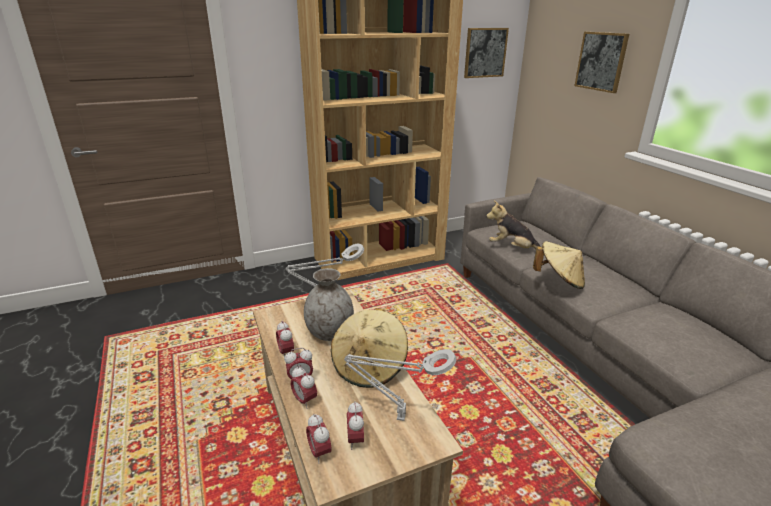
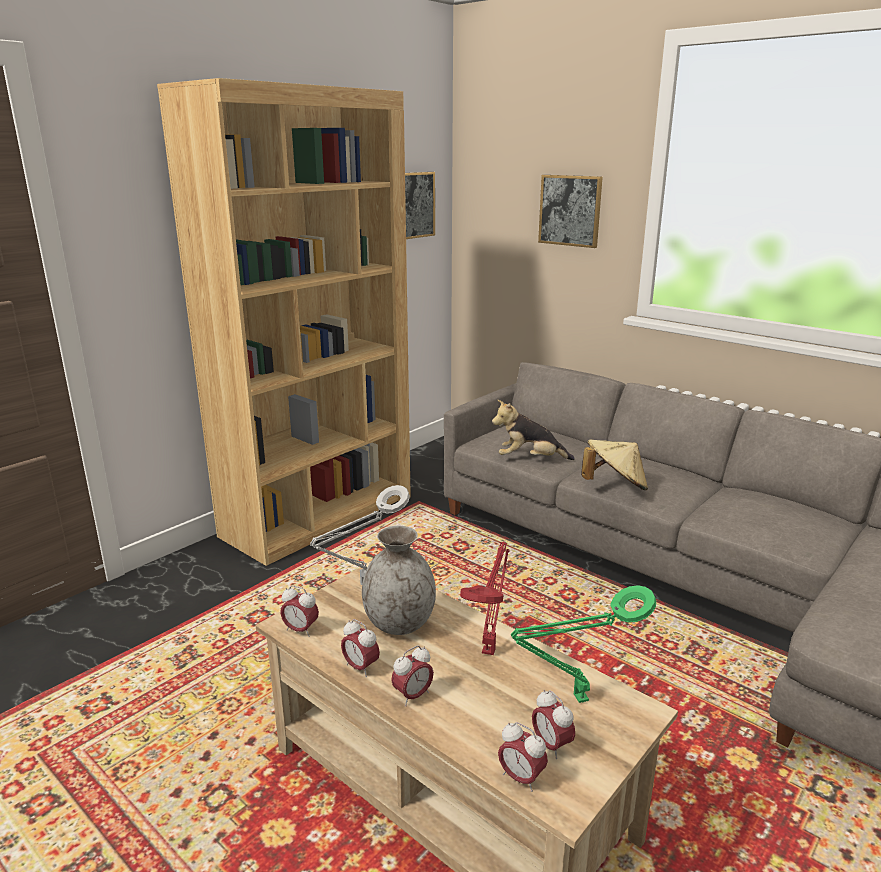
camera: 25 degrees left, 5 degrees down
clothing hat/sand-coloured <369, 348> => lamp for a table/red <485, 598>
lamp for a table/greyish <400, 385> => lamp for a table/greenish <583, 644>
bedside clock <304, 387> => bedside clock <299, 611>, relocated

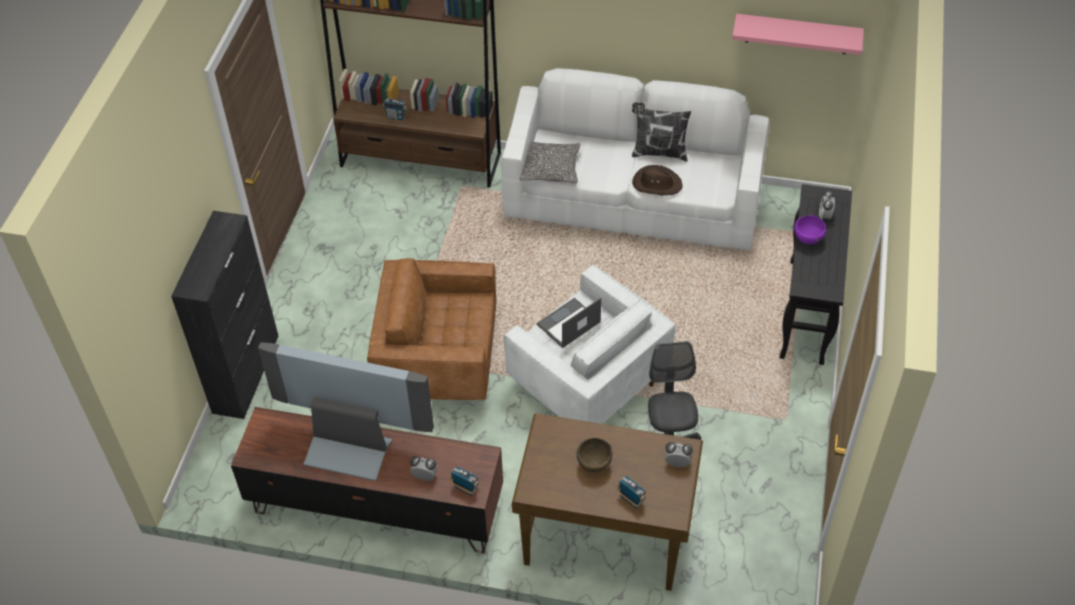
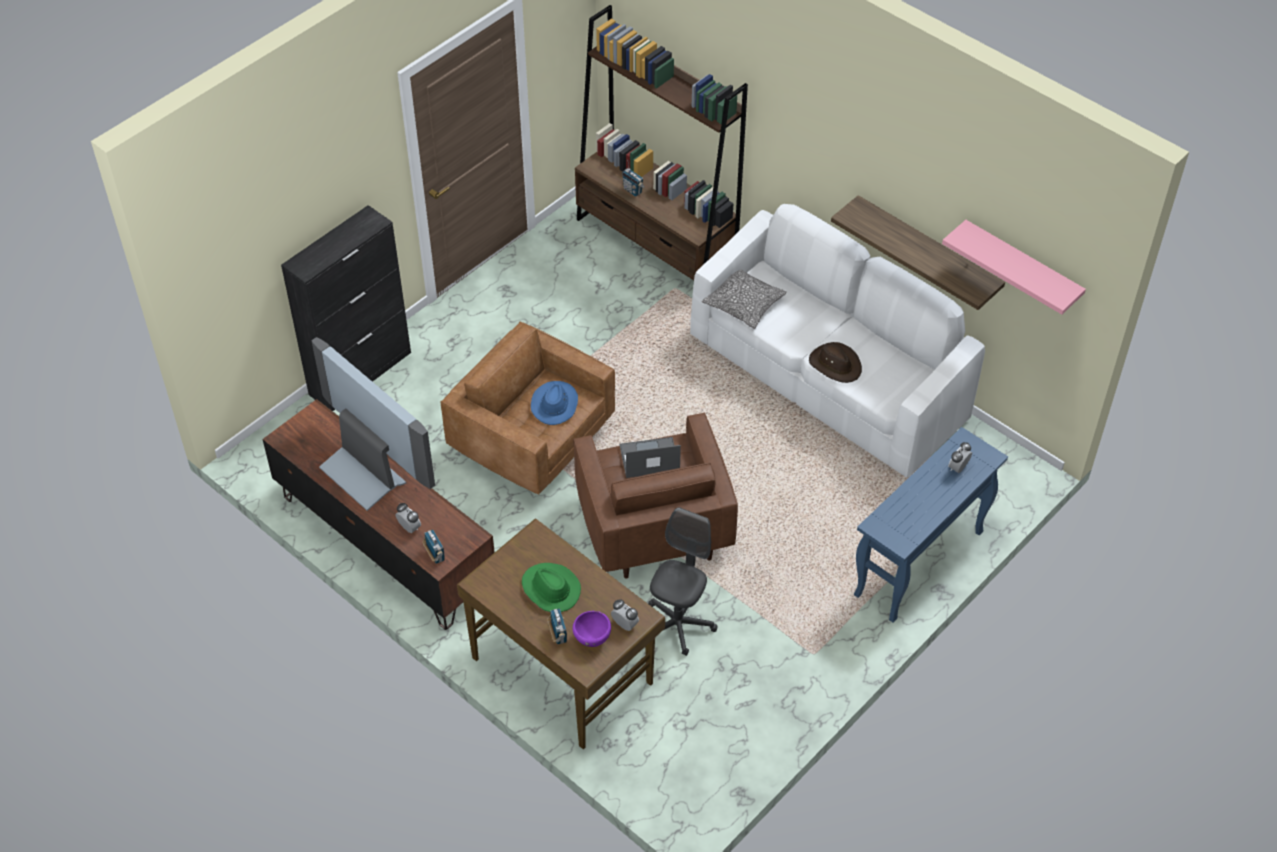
camera: 30 degrees right, 0 degrees up
pillow <661, 131> => nothing
narrow table/black <815, 274> => narrow table/blue-coloured <931, 525>
bowl/purple <810, 229> => bowl/purple <592, 629>, relocated
lounge chair/whitish <589, 344> => lounge chair/brown-coloured <655, 495>
bowl/brown-coloured <594, 455> => clothing hat/greenish <551, 587>
nothing => shelf <918, 252>
nothing => clothing hat/blue-coloured <554, 403>

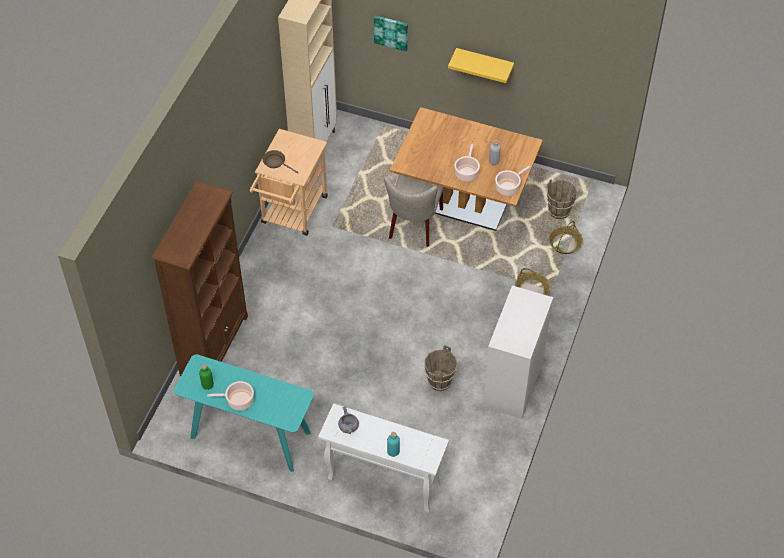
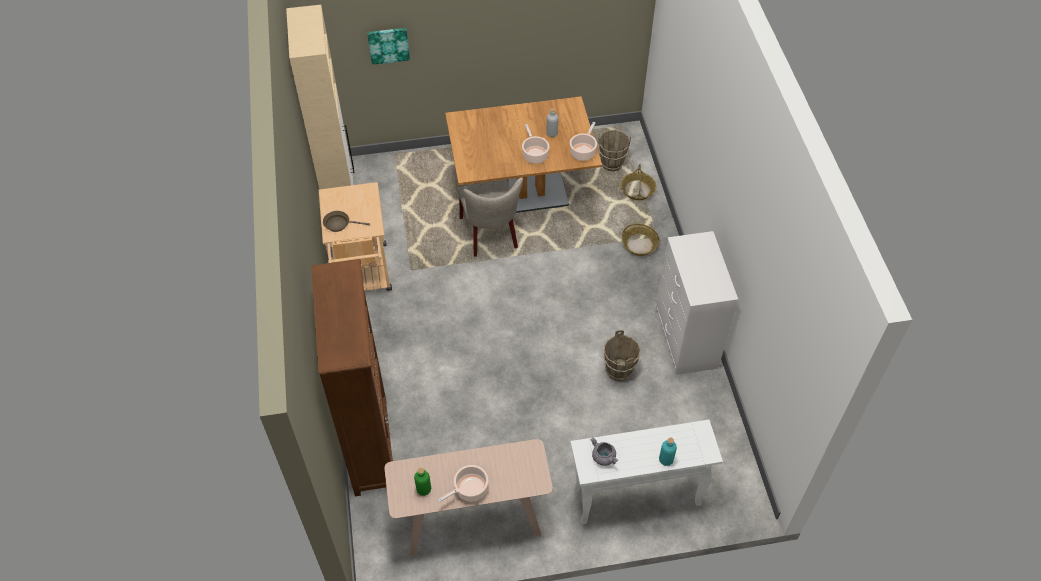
camera: 30 degrees left, 0 degrees up
shelf/yellow <481, 65> => nothing
narrow table/blue-green <244, 413> => narrow table/sand-coloured <468, 498>

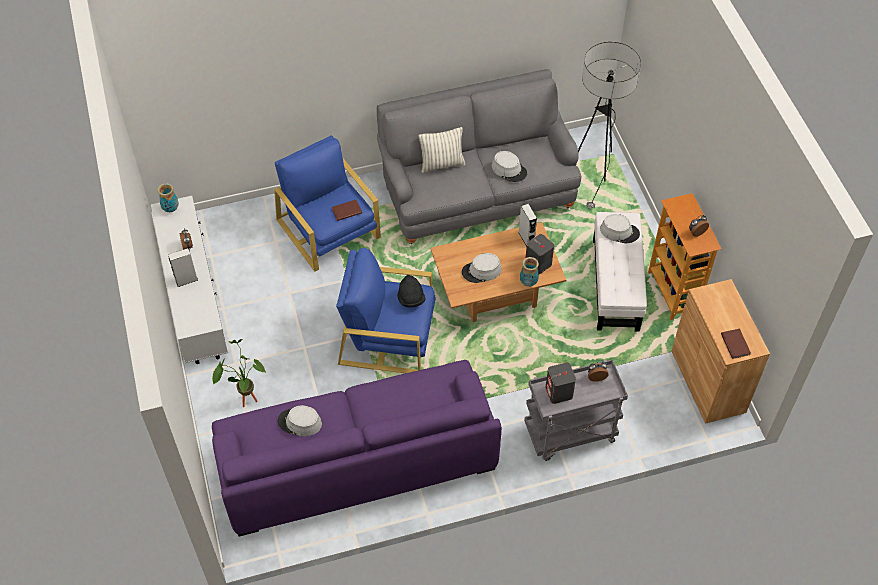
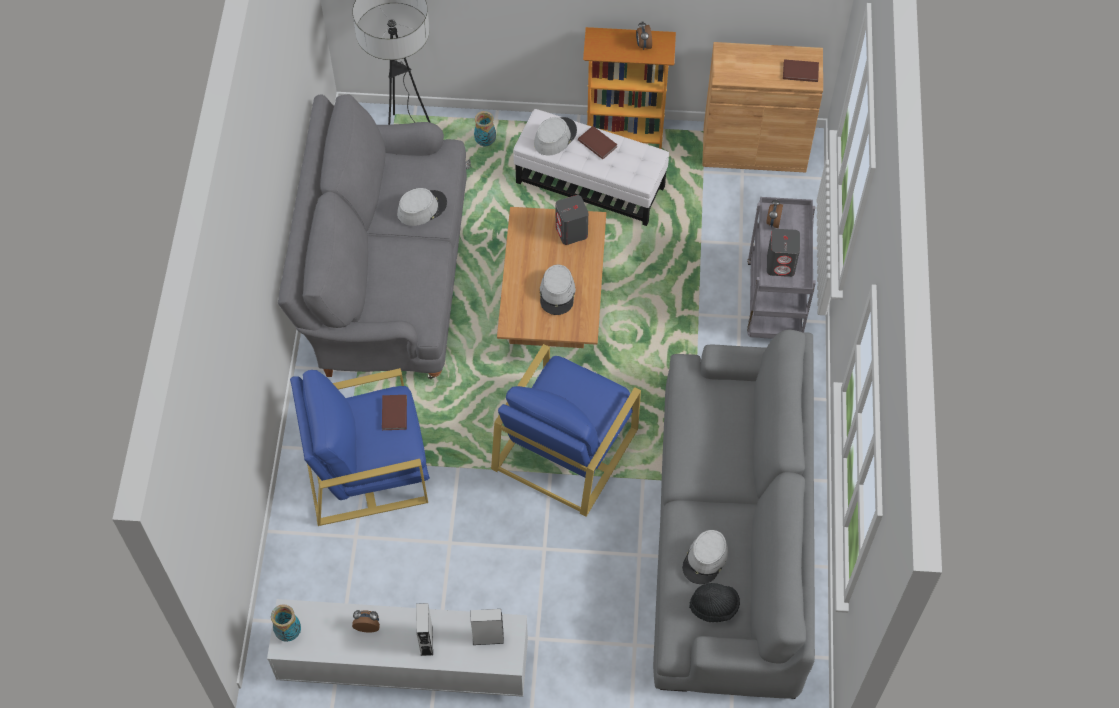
camera: 70 degrees left, 5 degrees up
pillow <442, 150> => nothing
audio speaker/greyish <527, 225> => audio speaker/greyish <487, 627>, relocated
vase <529, 272> => vase <485, 129>, relocated
clothing hat/black <411, 291> => clothing hat/black <714, 602>, relocated
houseplant <239, 373> => nothing
sofa/purple <357, 448> => sofa/greyish <734, 514>
nothing => book/brown-coloured <597, 142>

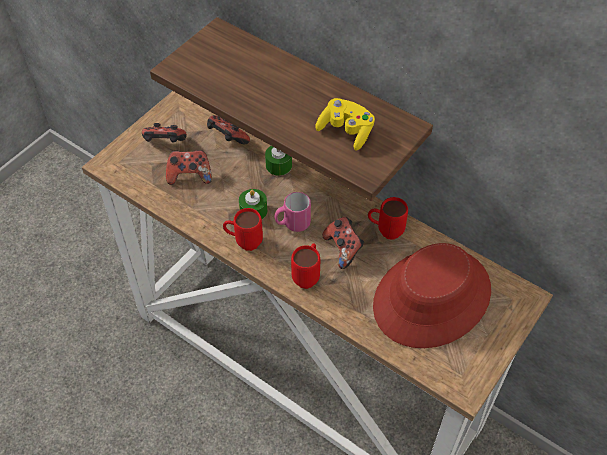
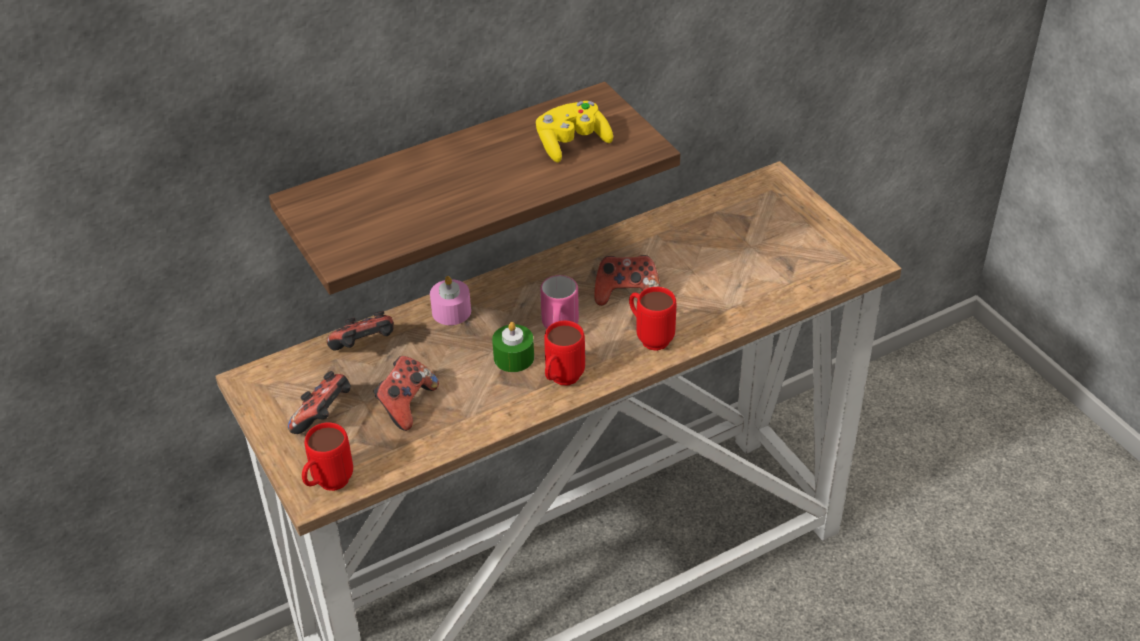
camera: 65 degrees left, 10 degrees down
wax candle/greenish <278, 161> => wax candle/pink <450, 300>
coffee mug/red <388, 218> => coffee mug/red <327, 456>, relocated
clothing hat/red <432, 295> => nothing

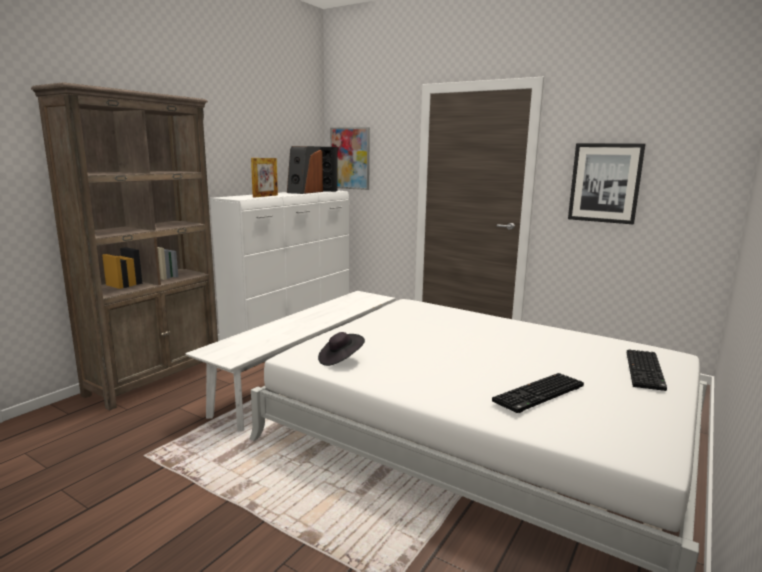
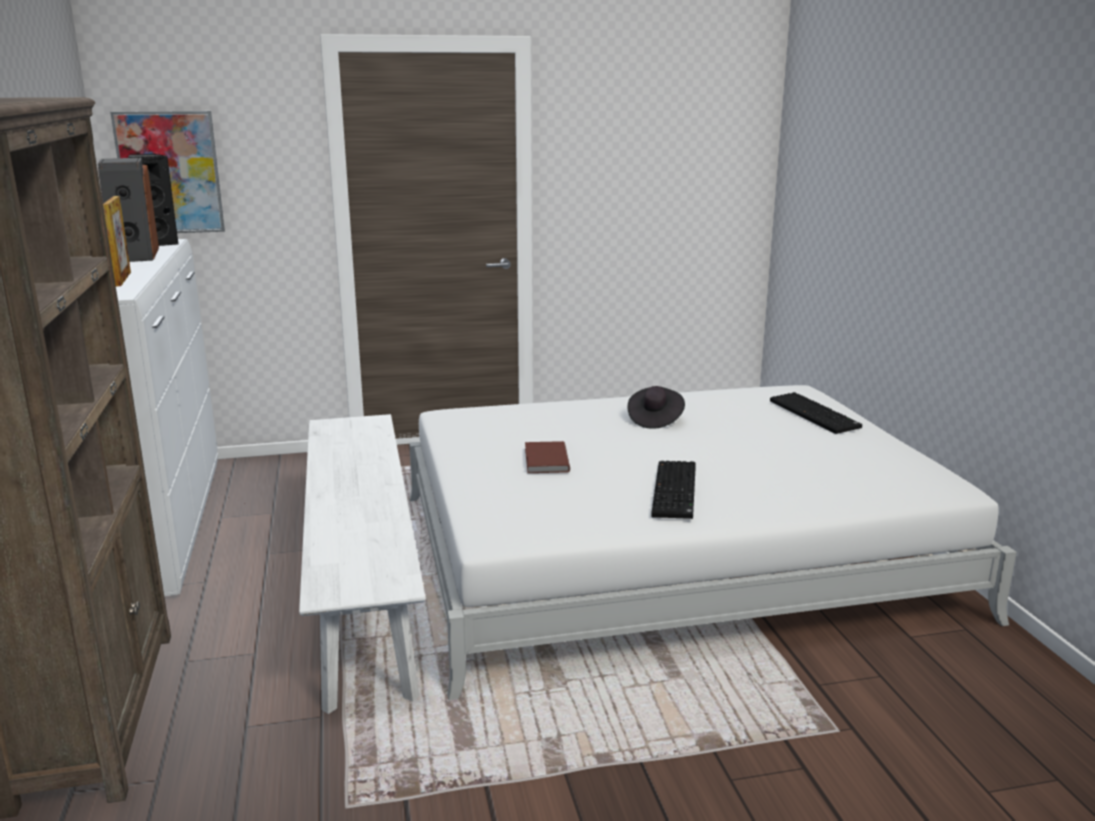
camera: 45 degrees left, 5 degrees up
picture <607, 183> => nothing
clothing hat/black <341, 349> => clothing hat/black <656, 407>, relocated
keyboard <538, 393> => keyboard <674, 490>, relocated
nothing => book/brown-coloured <547, 457>

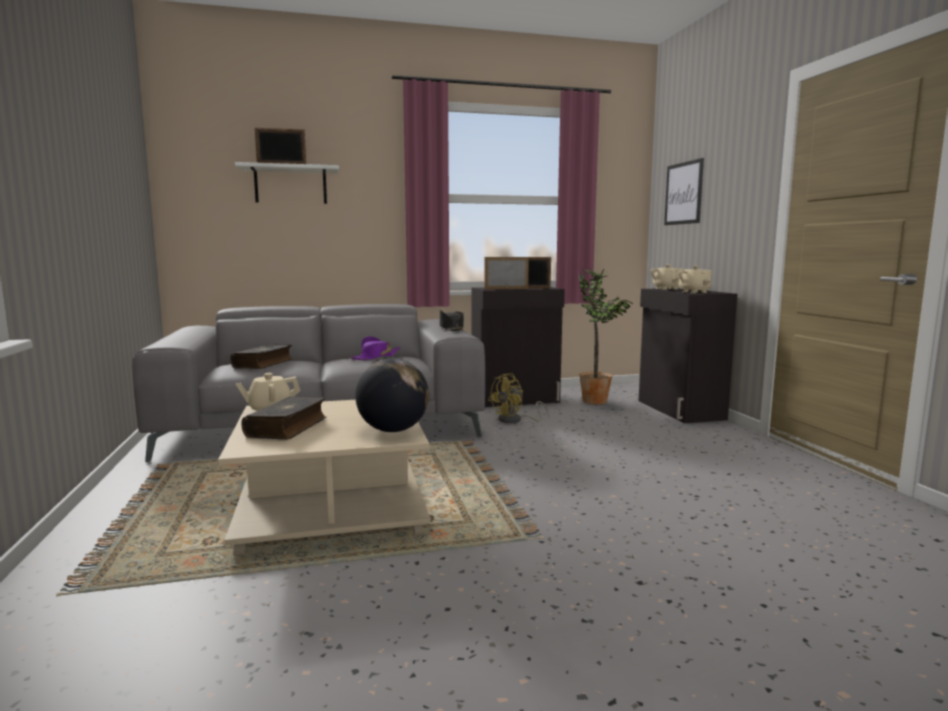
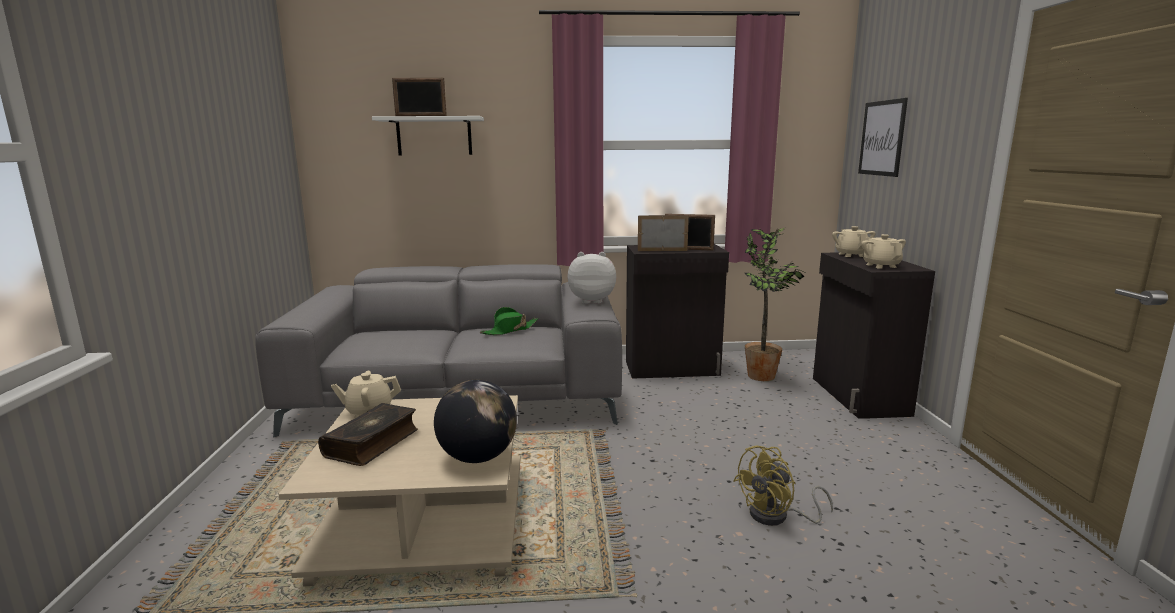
camera: 10 degrees right, 5 degrees up
clothing hat/black <452, 320> => cuddly toy <591, 278>
clothing hat/purple <374, 348> => clothing hat/greenish <509, 321>
book <261, 356> => nothing
fan/yellow <518, 398> => fan/yellow <783, 485>, relocated

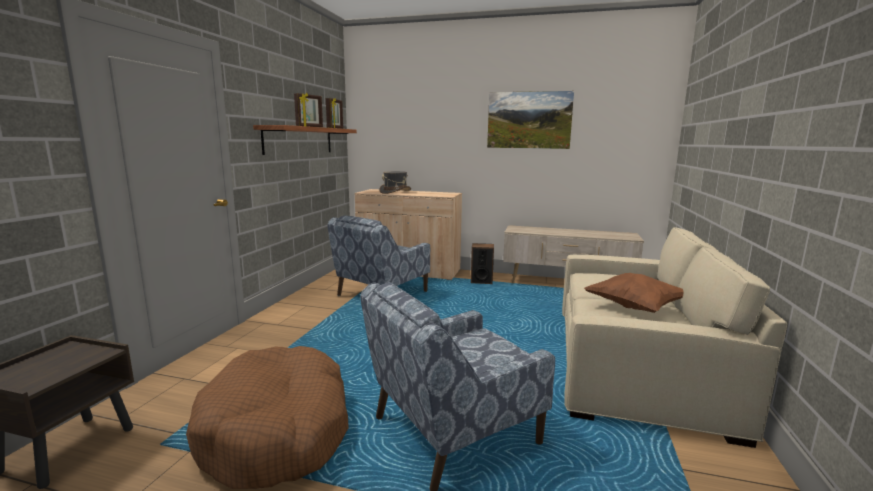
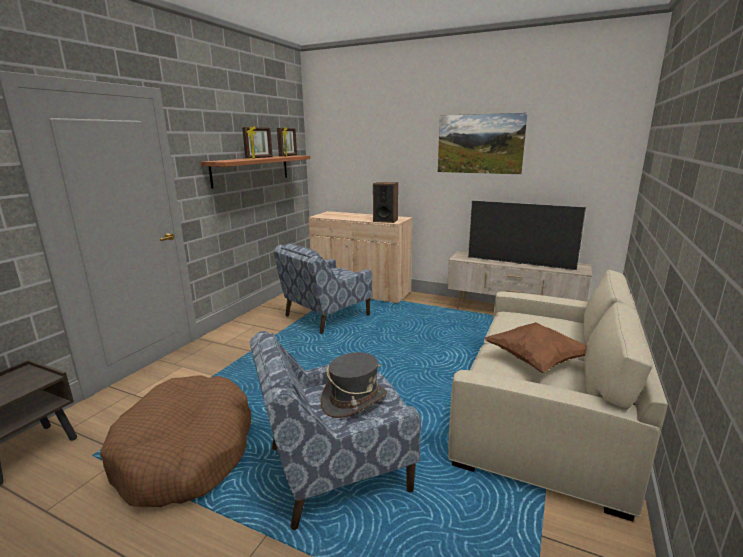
camera: 10 degrees right, 5 degrees up
clothing hat/greyish <395, 182> => clothing hat/greyish <354, 385>, relocated
audio speaker <482, 263> => audio speaker <385, 202>, relocated
nothing => TV set <527, 235>

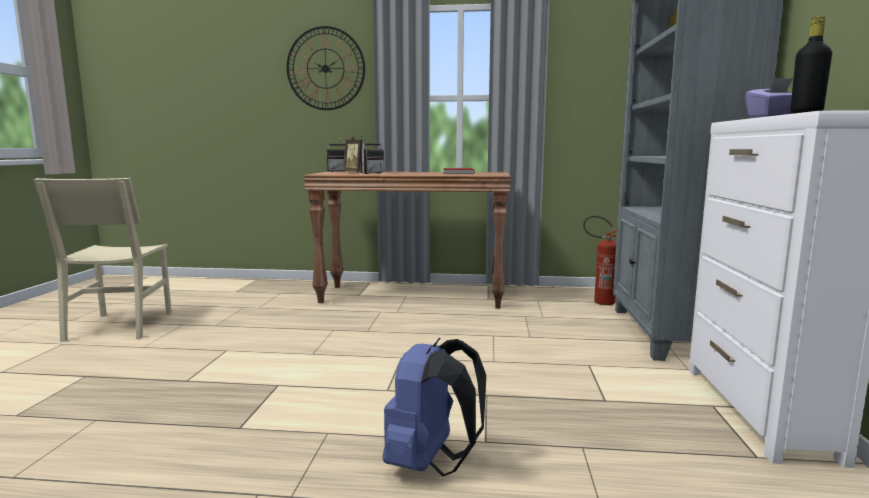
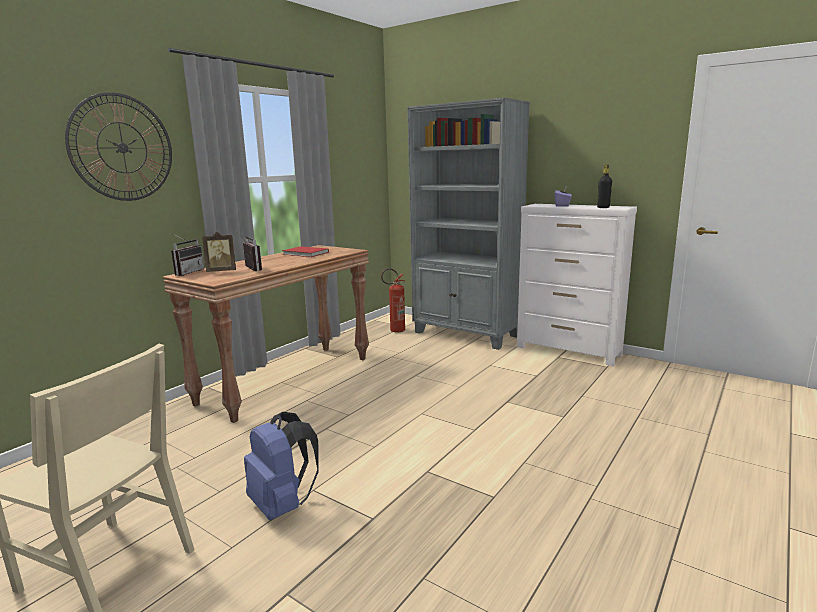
camera: 60 degrees left, 5 degrees up
knapsack/blue-coloured <434, 407> => knapsack/blue-coloured <281, 466>, relocated

